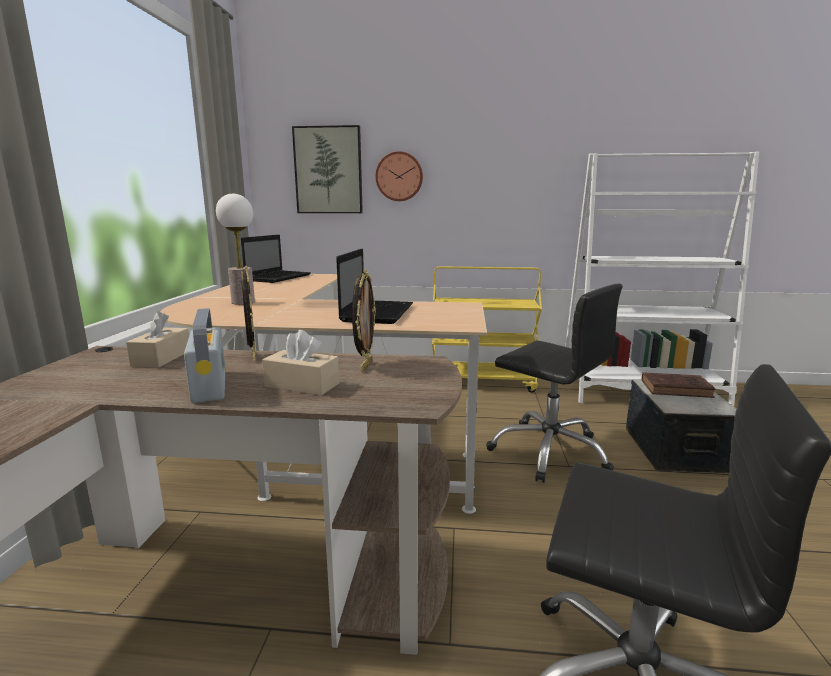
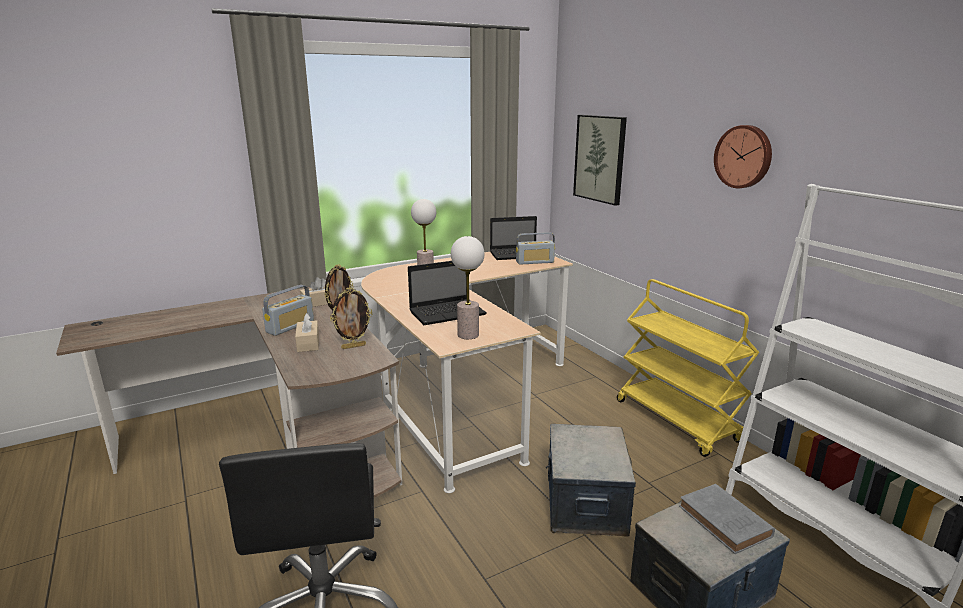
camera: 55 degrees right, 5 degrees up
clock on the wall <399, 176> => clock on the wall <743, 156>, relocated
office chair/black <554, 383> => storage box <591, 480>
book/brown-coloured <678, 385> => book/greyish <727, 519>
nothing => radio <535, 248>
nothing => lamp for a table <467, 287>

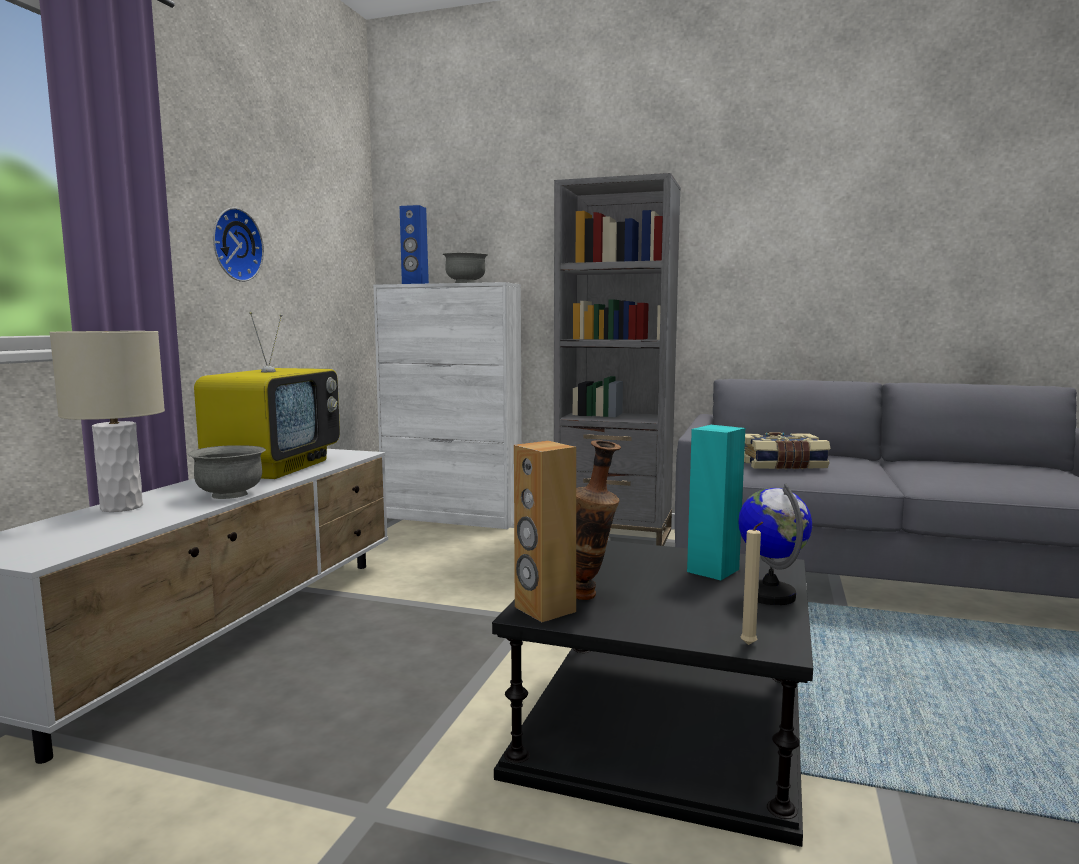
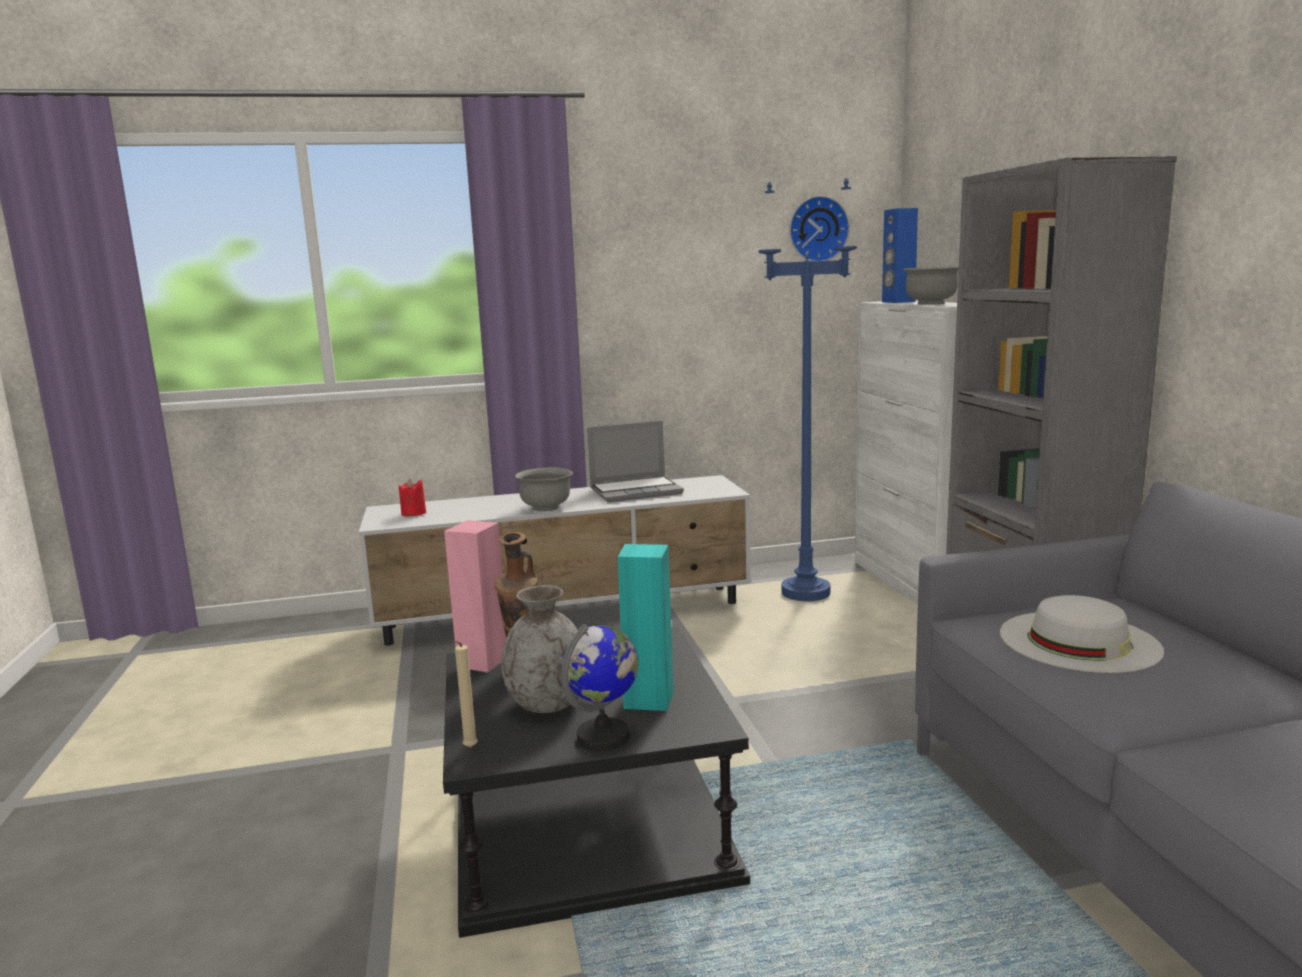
camera: 60 degrees right, 5 degrees up
clock on the wall <238, 245> => clock on the wall <819, 228>, relocated
TV set <267, 395> => portable computer <635, 461>
lamp for a table/sand-coloured <107, 421> => nothing
book <787, 450> => clothing hat/whitish <1082, 634>
audio speaker/brown-coloured <545, 531> => audio speaker/pink <475, 596>
nothing => floor lamp/blue-coloured <808, 389>
nothing => wax candle/red <412, 497>
nothing => vase/greyish <539, 649>

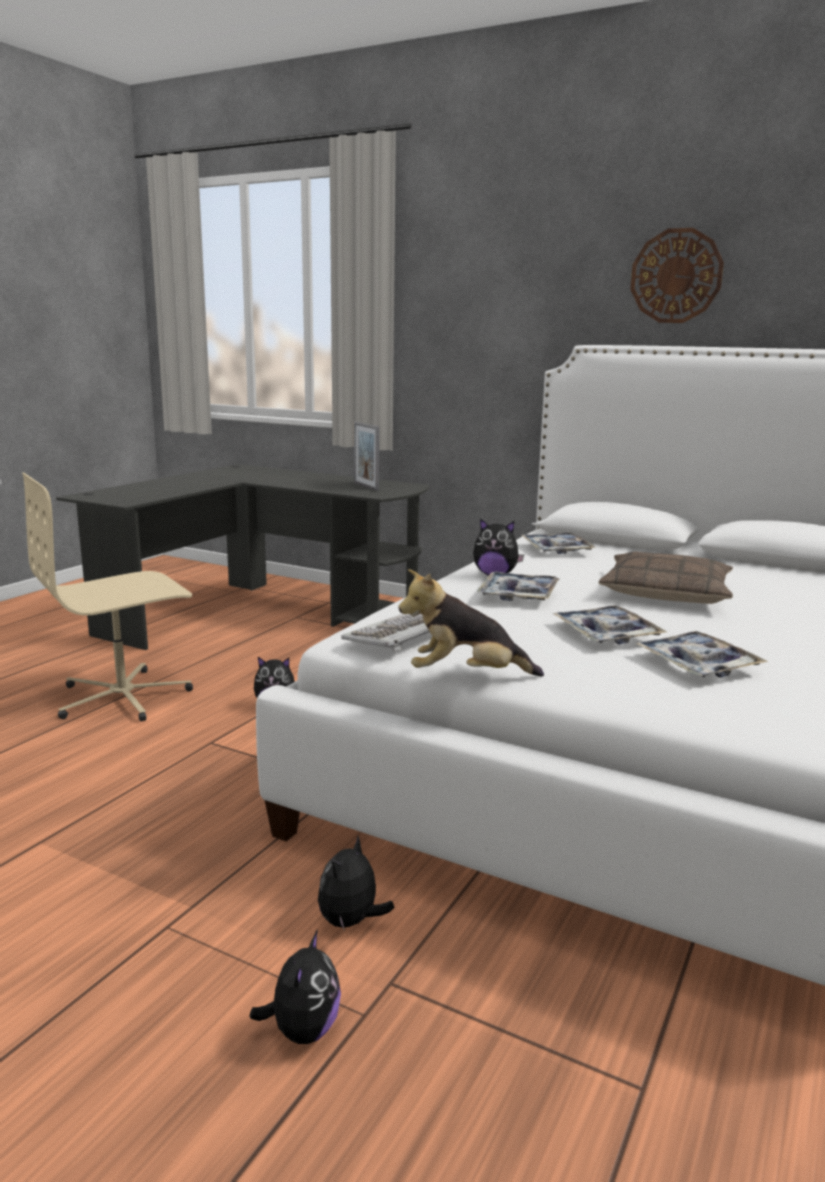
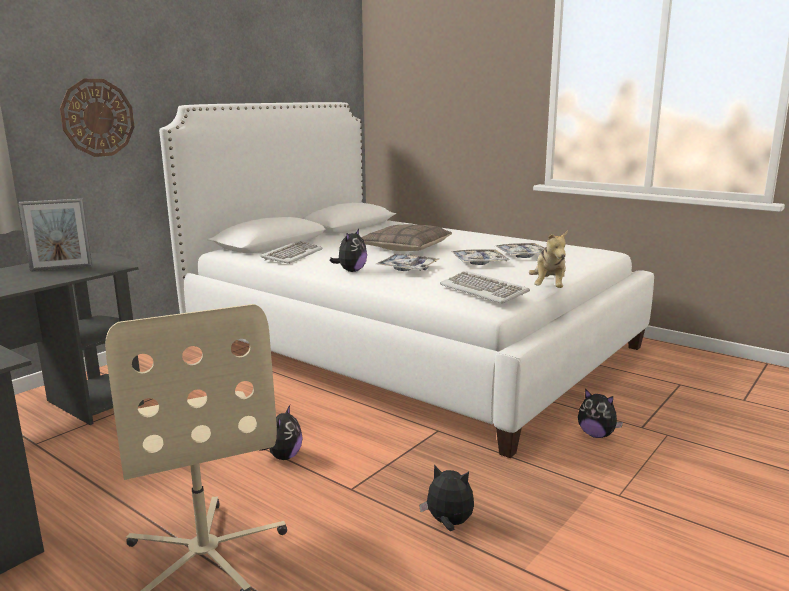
camera: 80 degrees left, 0 degrees up
clock on the wall <677, 275> => clock on the wall <97, 118>, relocated
tray <558, 543> => keyboard <291, 252>
cuddly toy <295, 987> => cuddly toy <446, 498>, relocated

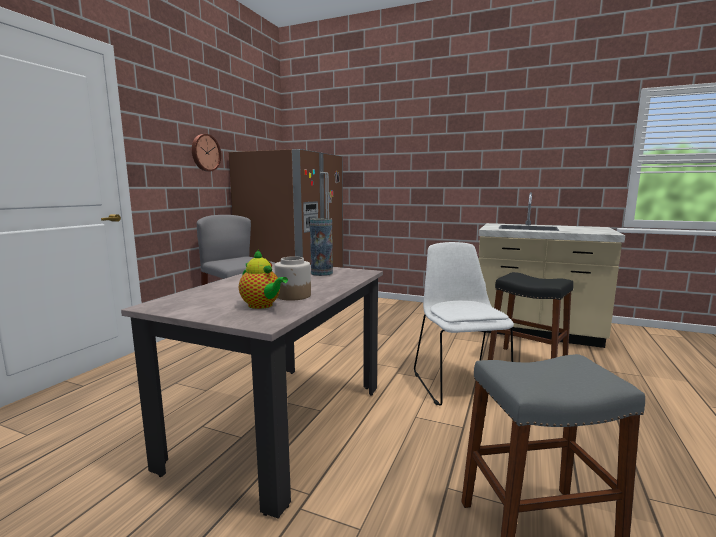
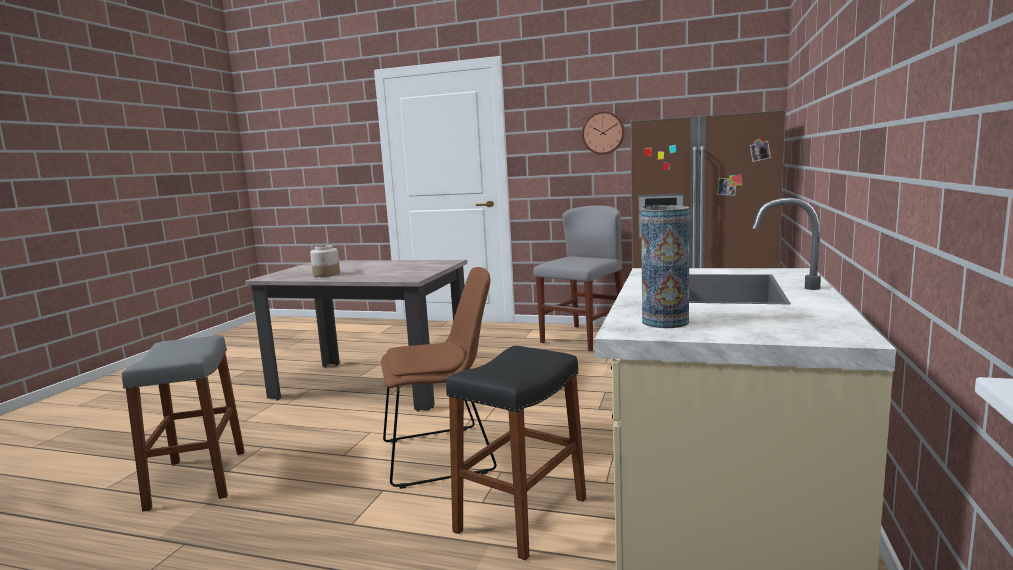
camera: 85 degrees right, 0 degrees up
vase <321, 247> => vase <665, 267>, relocated
plain chair/whitish <464, 324> => plain chair/brown-coloured <439, 378>
tea pot <263, 279> => nothing

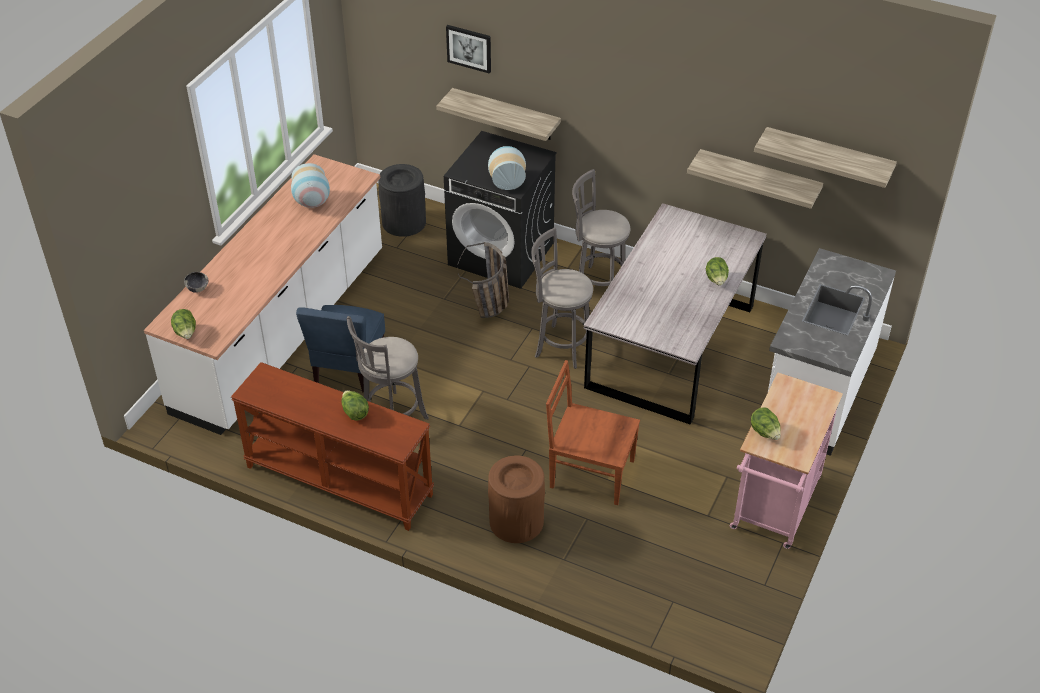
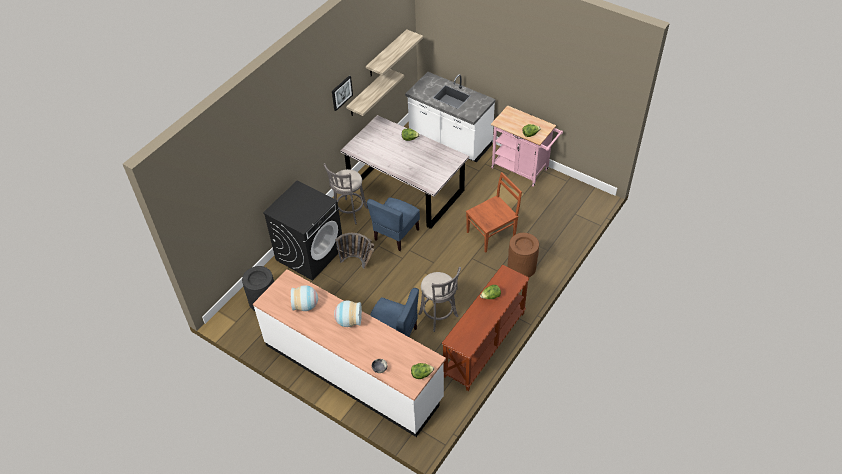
camera: 80 degrees left, 5 degrees up
picture <468, 49> => picture <342, 93>, relocated
shelf <498, 114> => nothing
vase <507, 168> => vase <348, 314>, relocated
sitting stool/greyish <562, 298> => plain chair/blue-coloured <393, 224>
plain chair/brown-coloured <593, 432> => plain chair/brown-coloured <494, 212>, 150 degrees counterclockwise

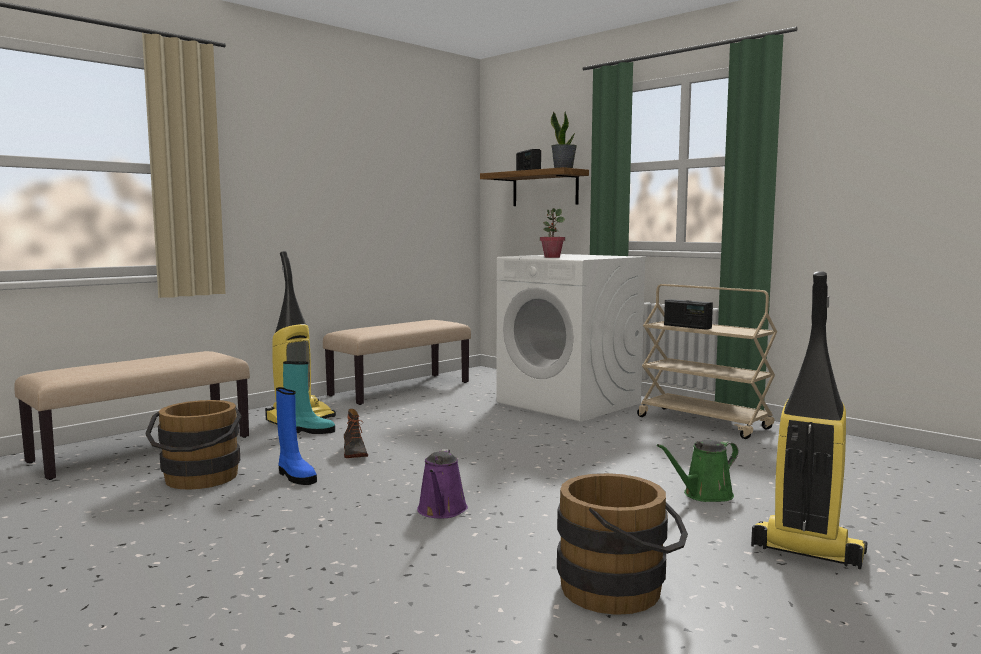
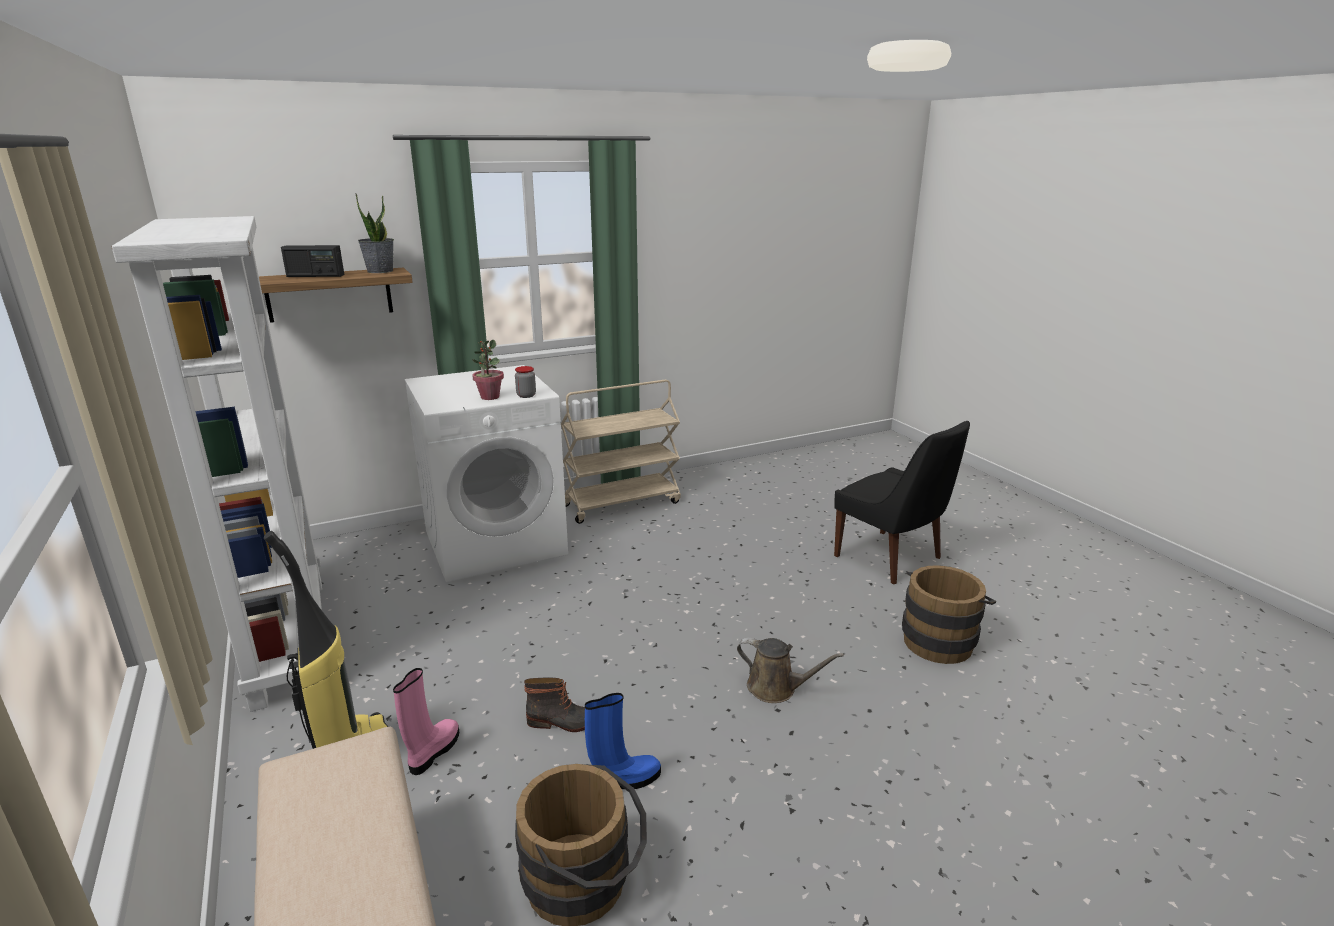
camera: 70 degrees left, 15 degrees up
vacuum <809, 420> => plain chair/black <902, 502>
radio <688, 314> => nothing
indoor bench/sand-coloured <397, 362> => bookcase/whitish <216, 464>
boot/blue-green <309, 397> => boot/pink <426, 721>
sprinkling can/greenish <697, 471> => nothing
sprinkling can/purple <442, 484> => sprinkling can/brown-coloured <790, 670>
nothing => jar <525, 382>

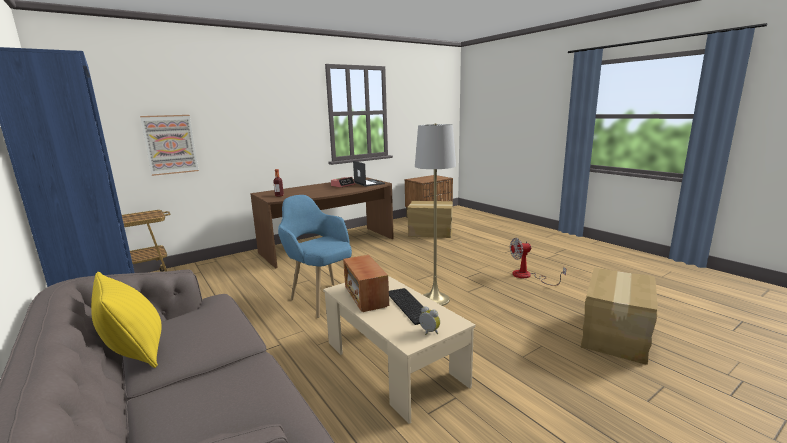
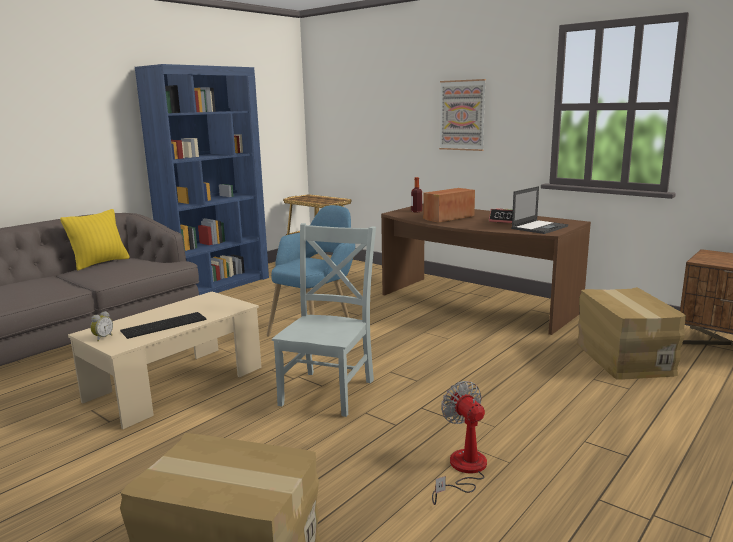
camera: 75 degrees right, 0 degrees up
picture <169, 145> => picture <462, 115>, relocated
floor lamp/greyish <435, 214> => plain chair/greyish <324, 320>
radio <366, 283> => radio <449, 205>, relocated

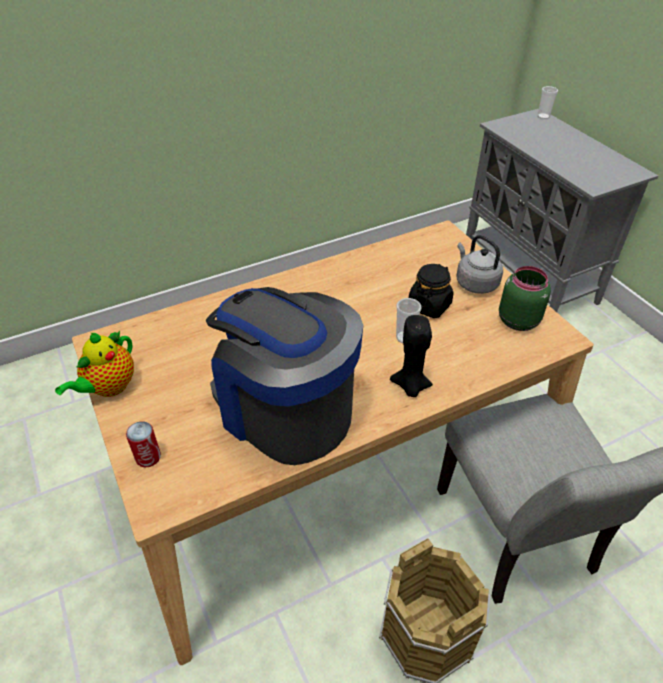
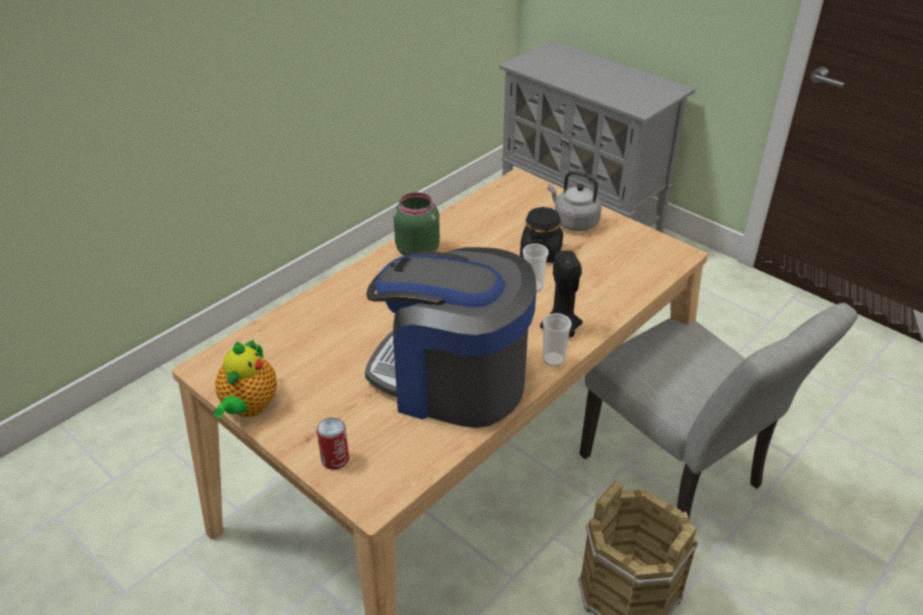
camera: 20 degrees left, 5 degrees down
drinking cup <548, 102> => drinking cup <557, 340>, relocated
jar/greenish <525, 298> => jar/greenish <417, 224>, relocated

